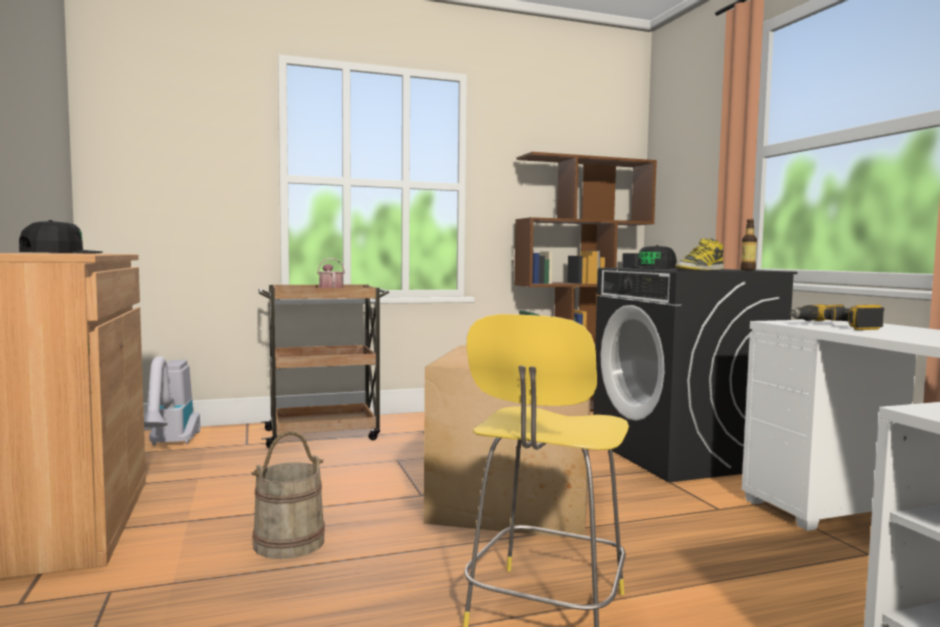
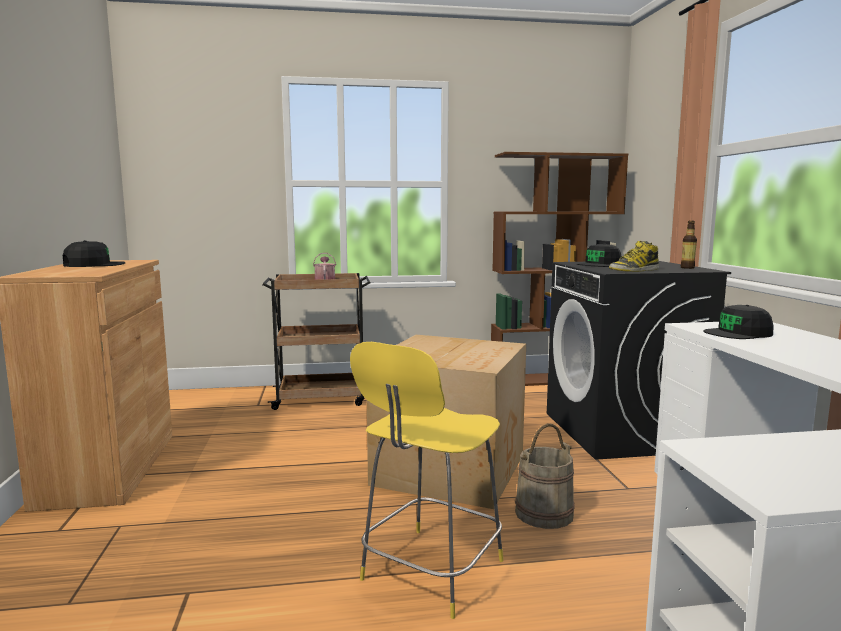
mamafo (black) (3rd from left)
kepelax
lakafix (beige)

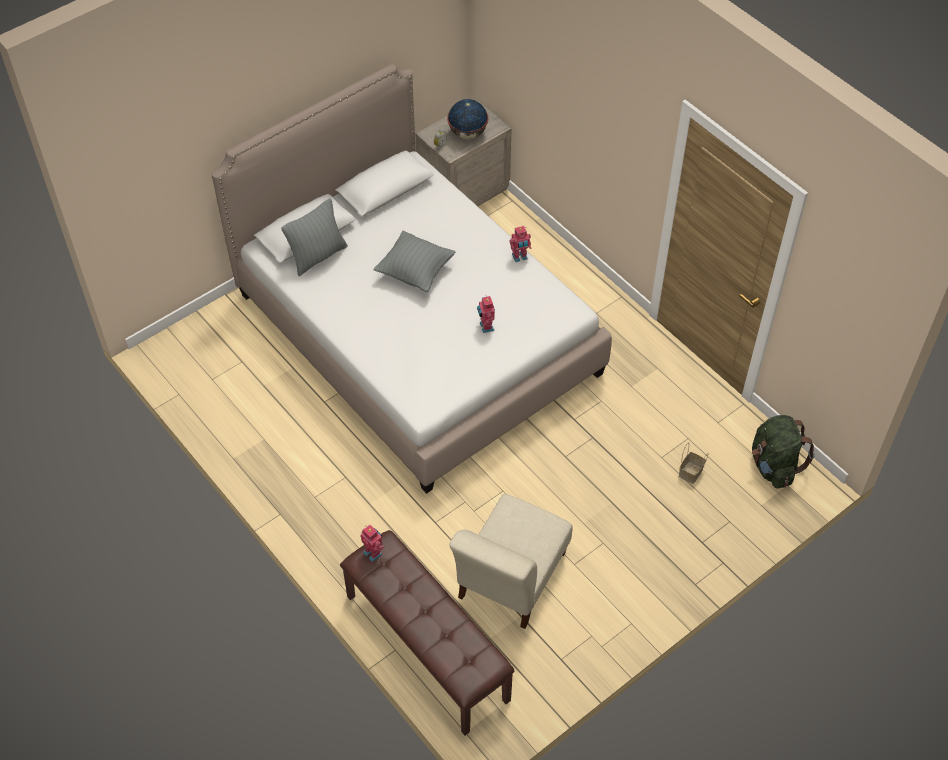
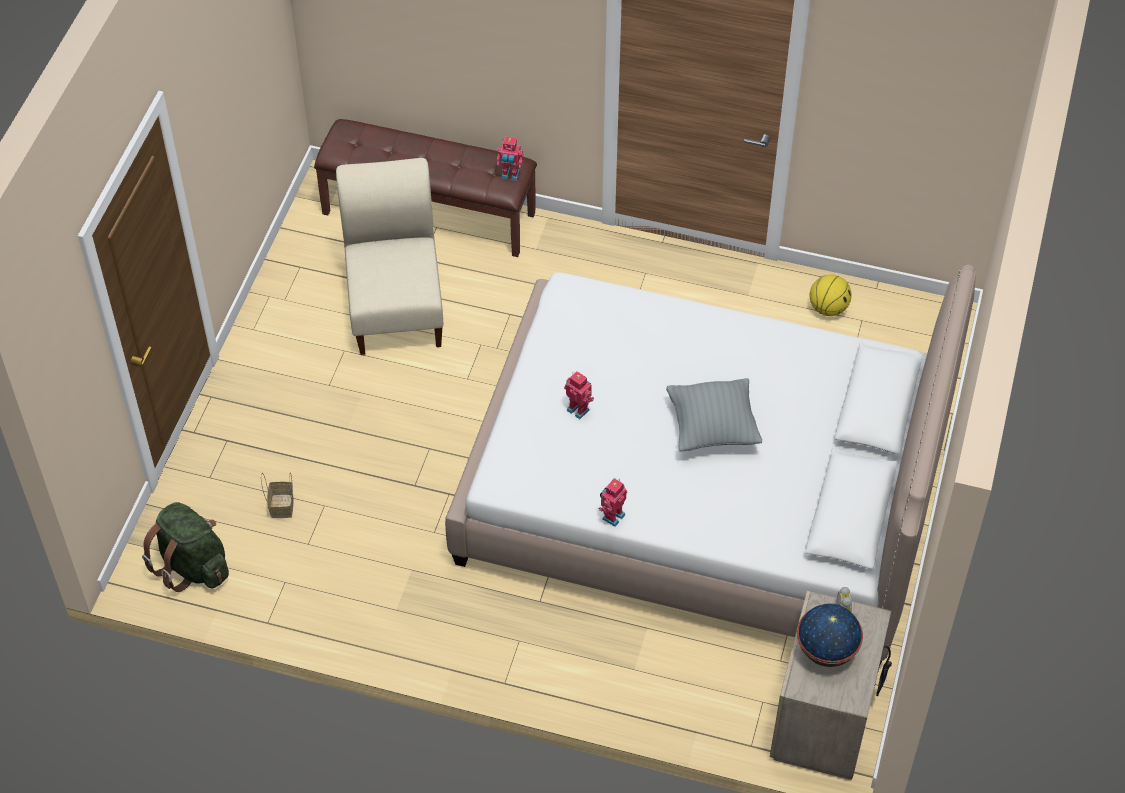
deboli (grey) (1st from left in the first image)
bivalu

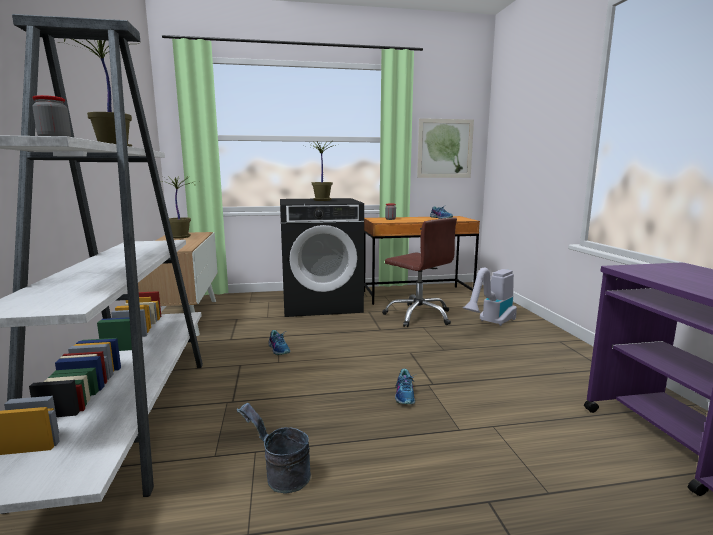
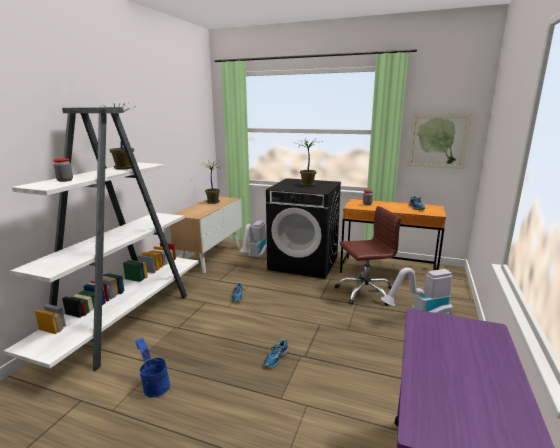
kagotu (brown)
lakafix (blue)
kepelax (1st from left)

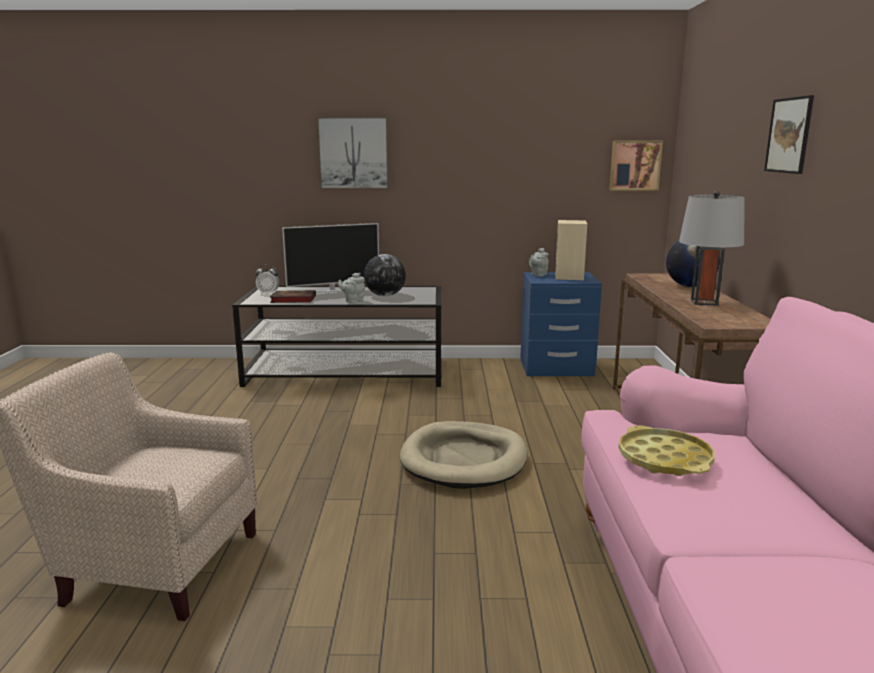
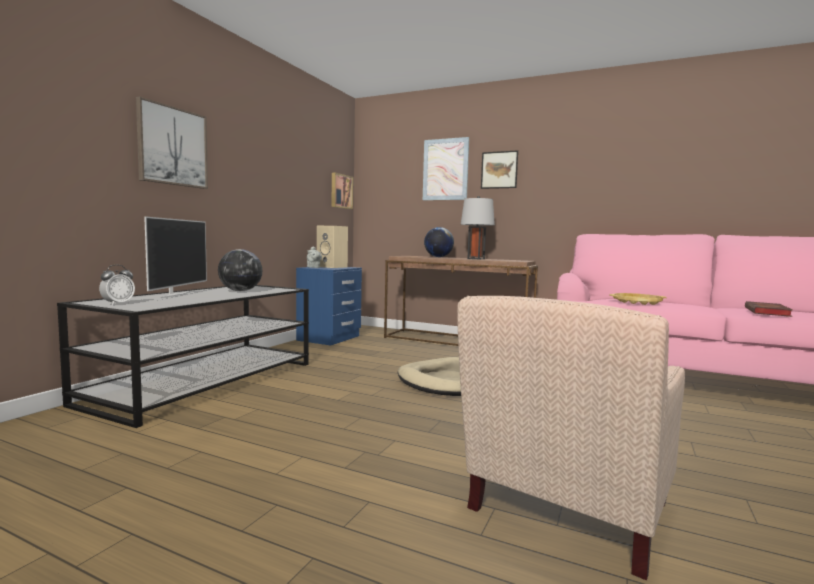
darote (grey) (1st from left in the first image)
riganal
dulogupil (3rd from left)

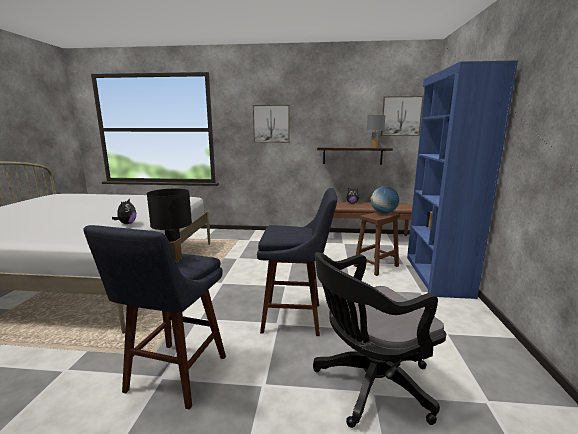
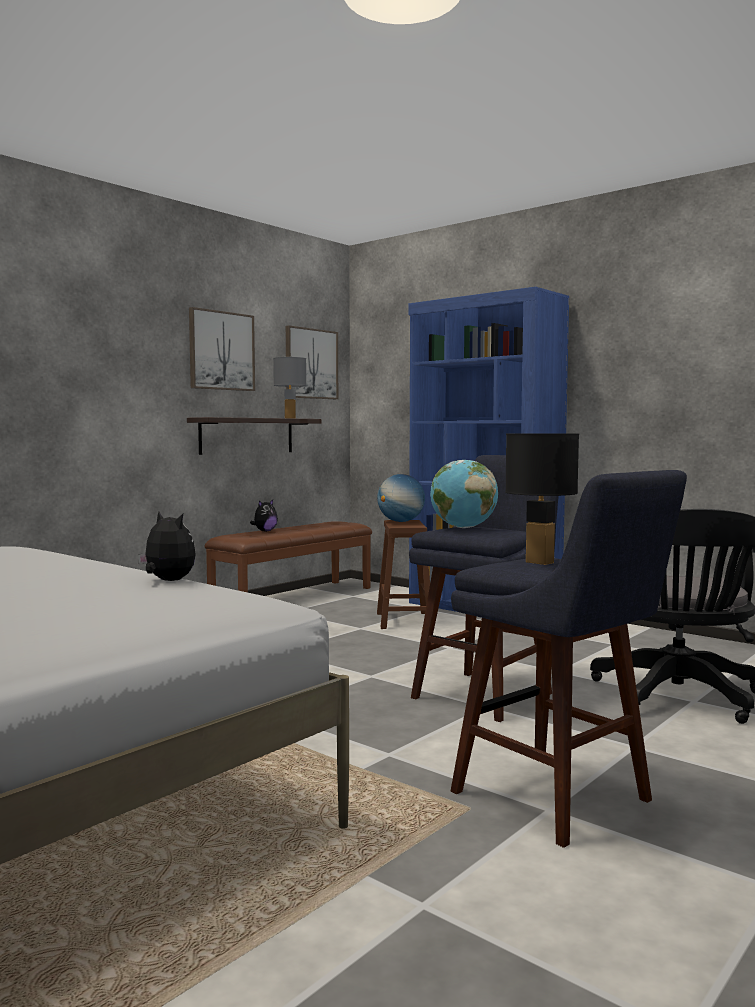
dulogupil (1st from left)
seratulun (2nd from left)

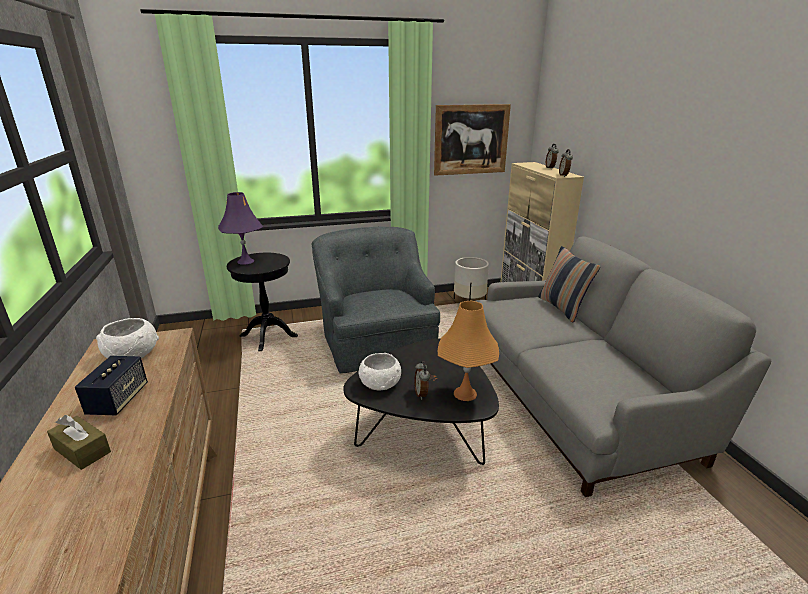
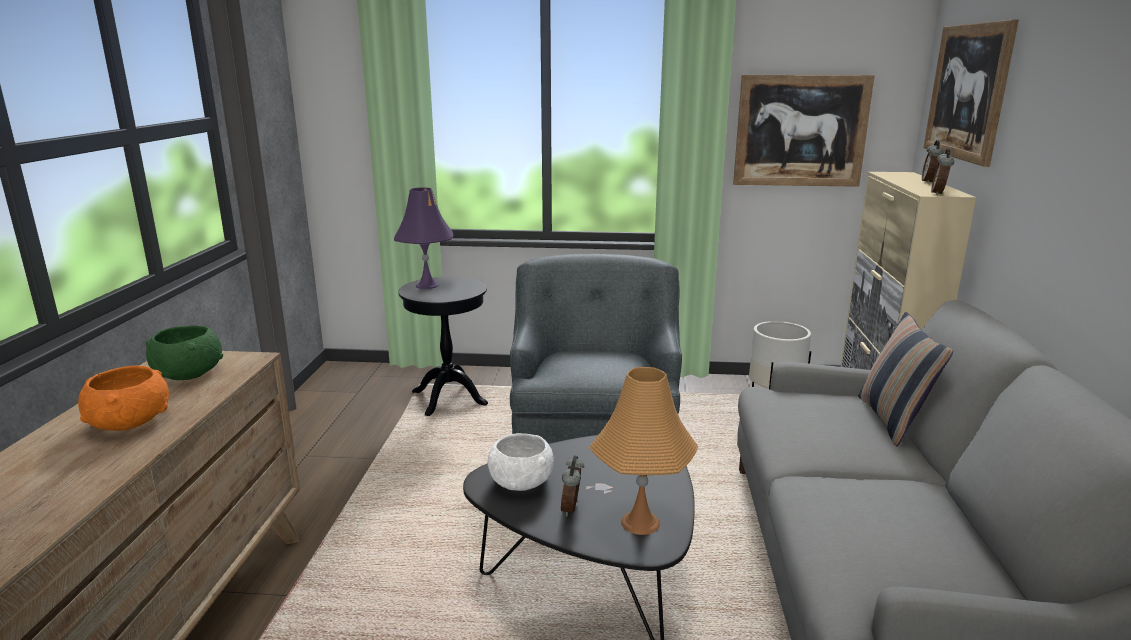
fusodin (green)
fusodin (orange)
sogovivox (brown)
dulogupil (2nd from left)

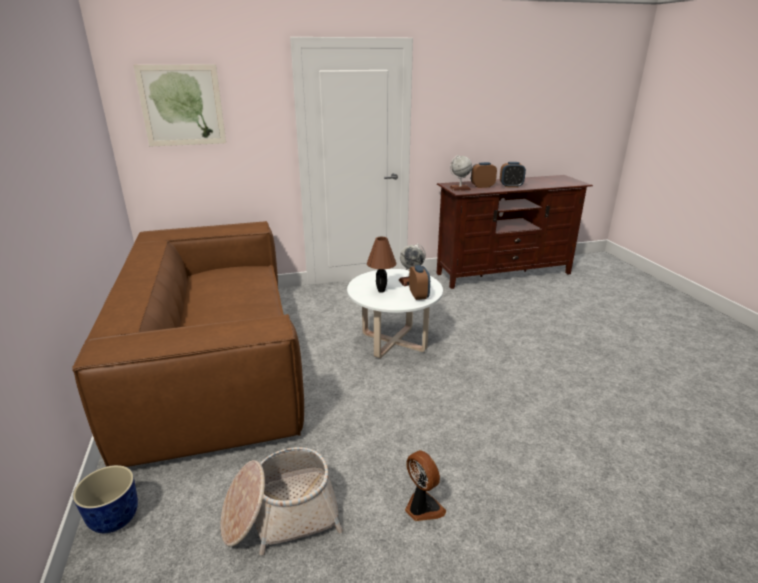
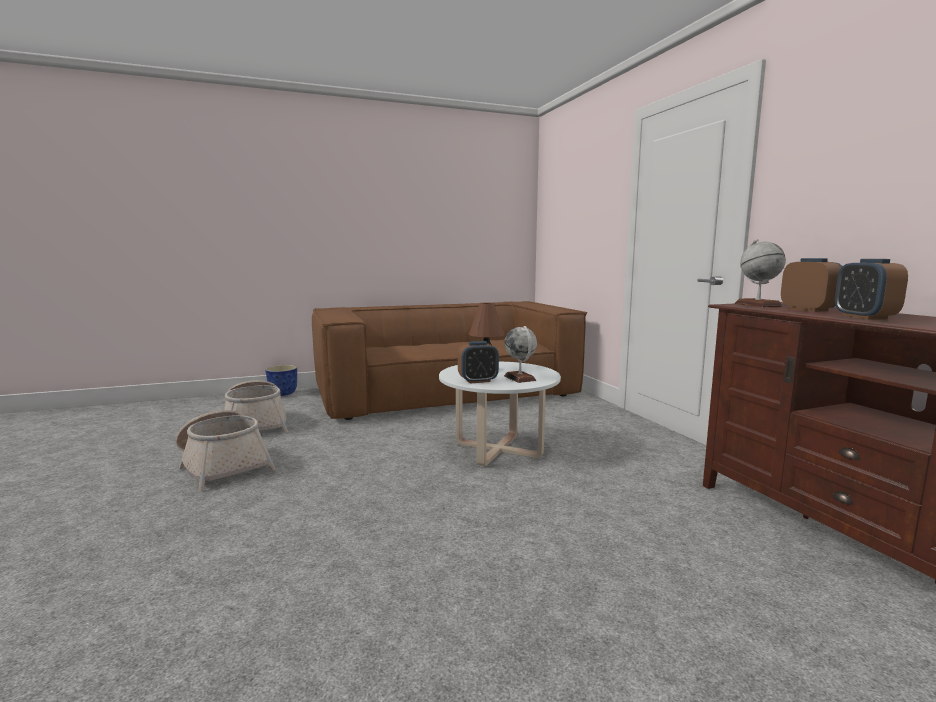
dulogupil
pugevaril (1st from left)

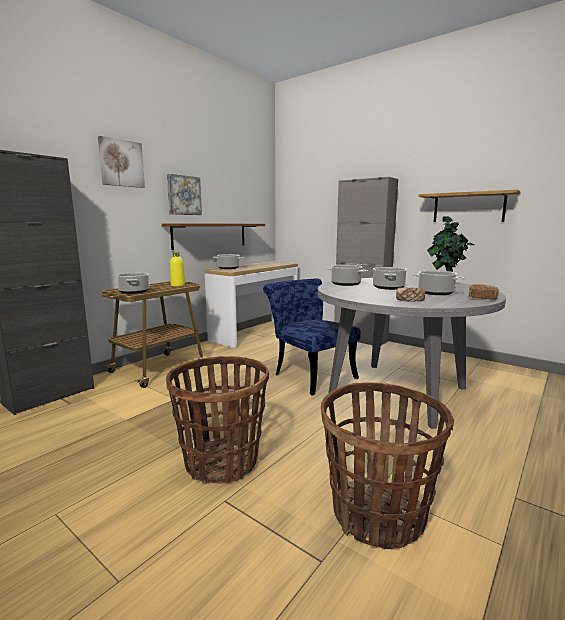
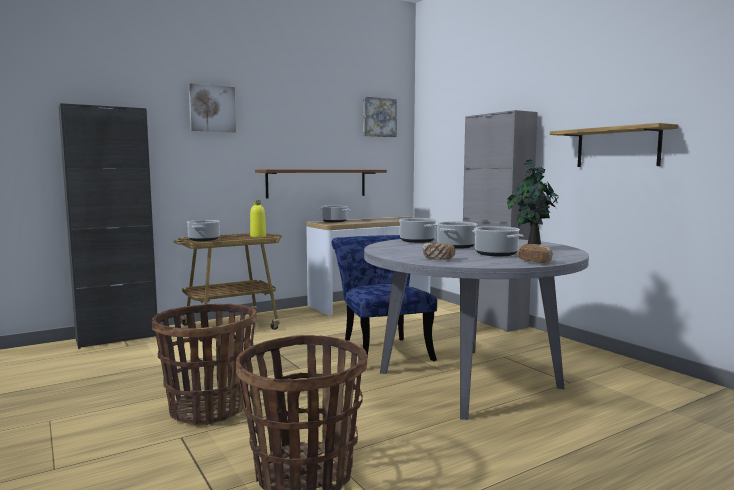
dulogupil (2nd from left)

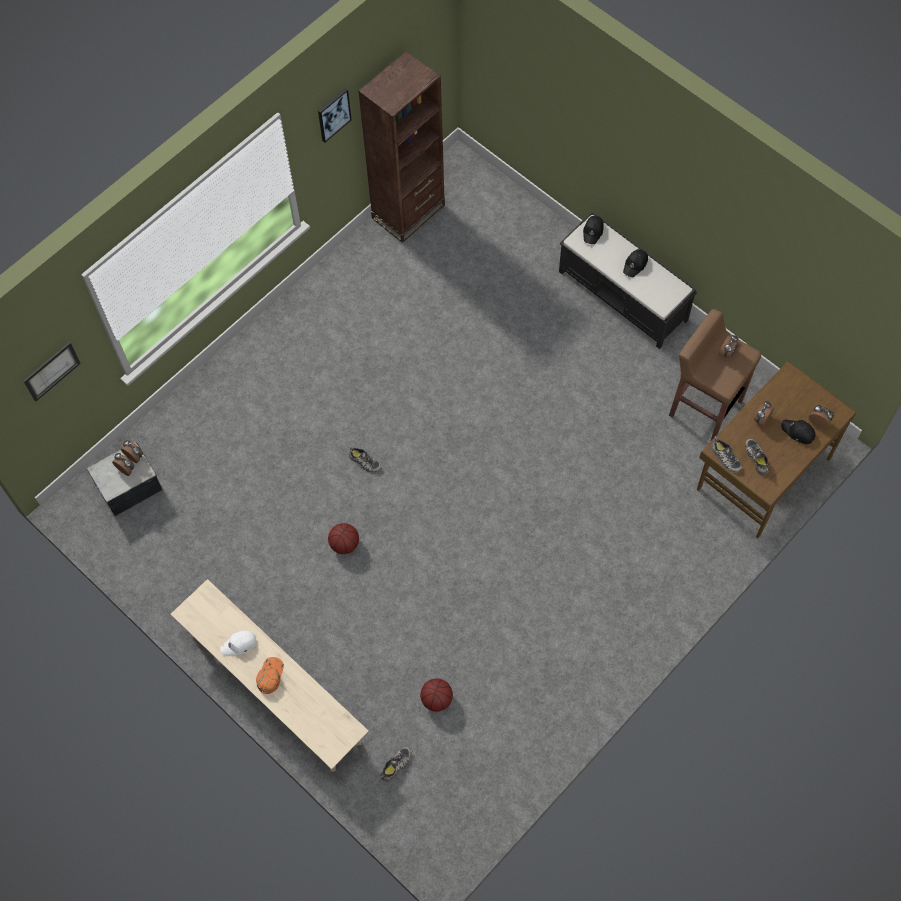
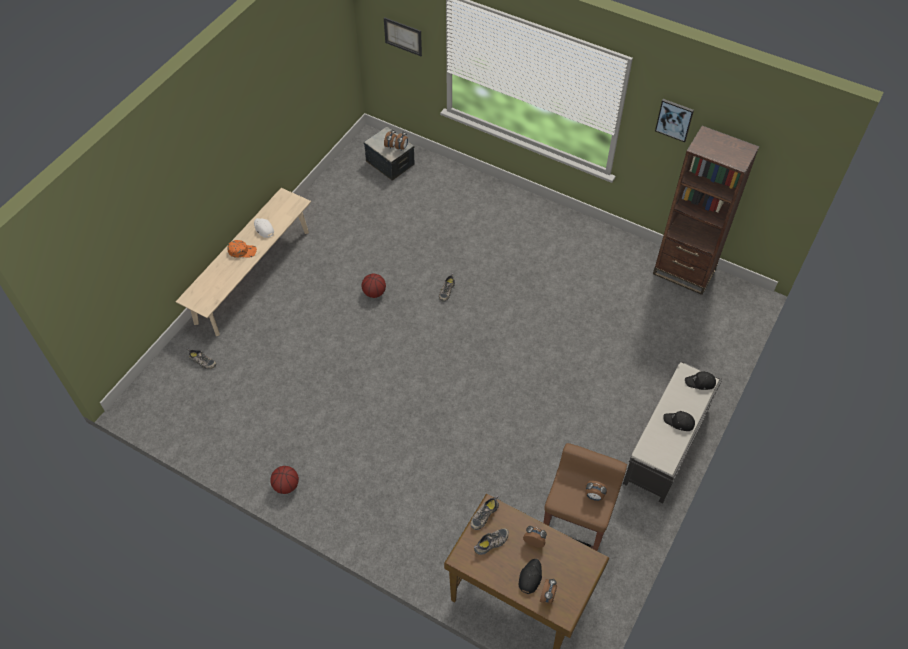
bivalu (1st from left)

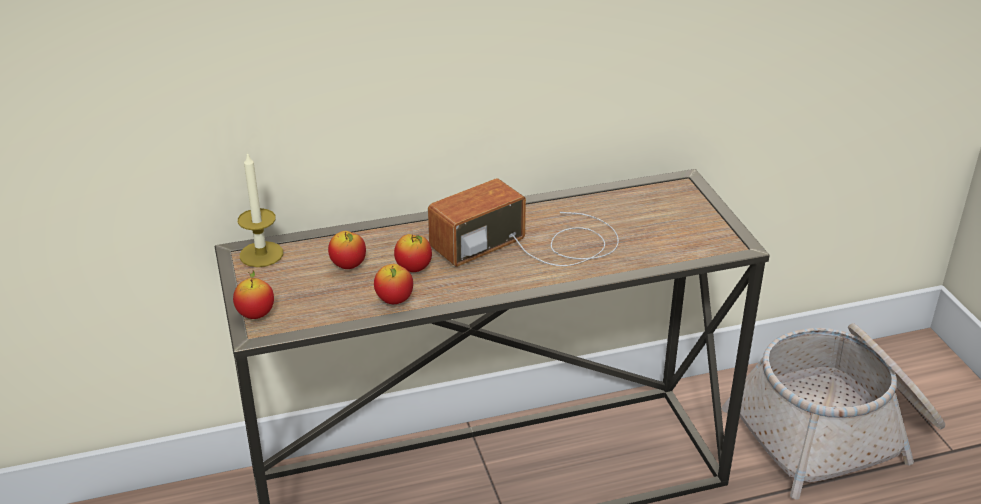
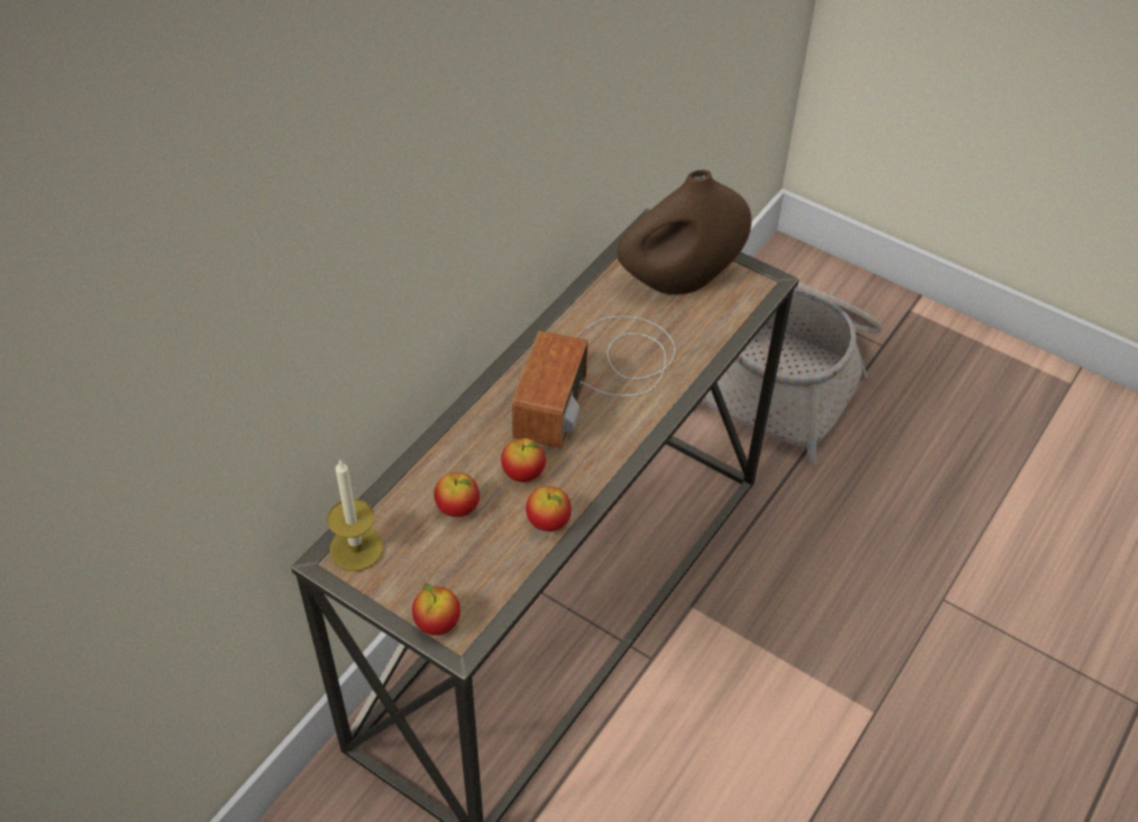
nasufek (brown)

